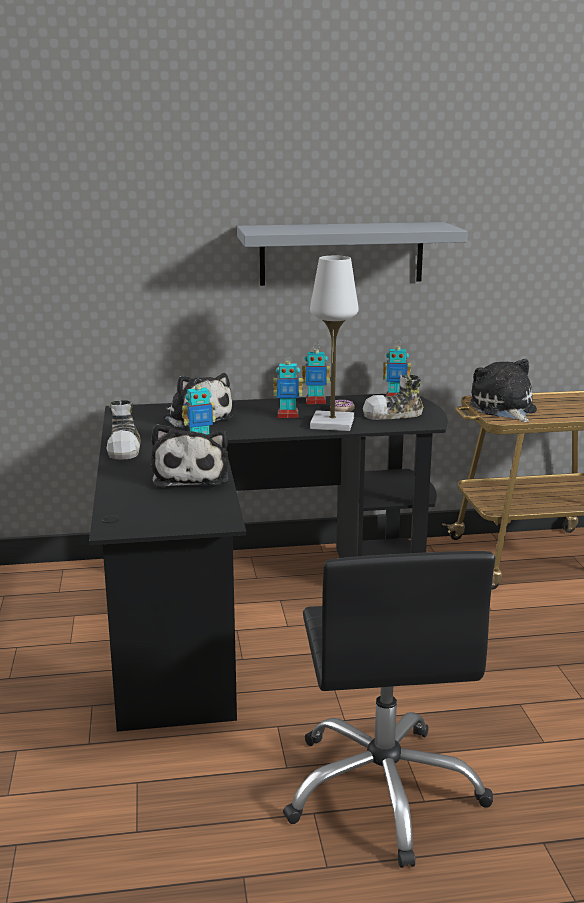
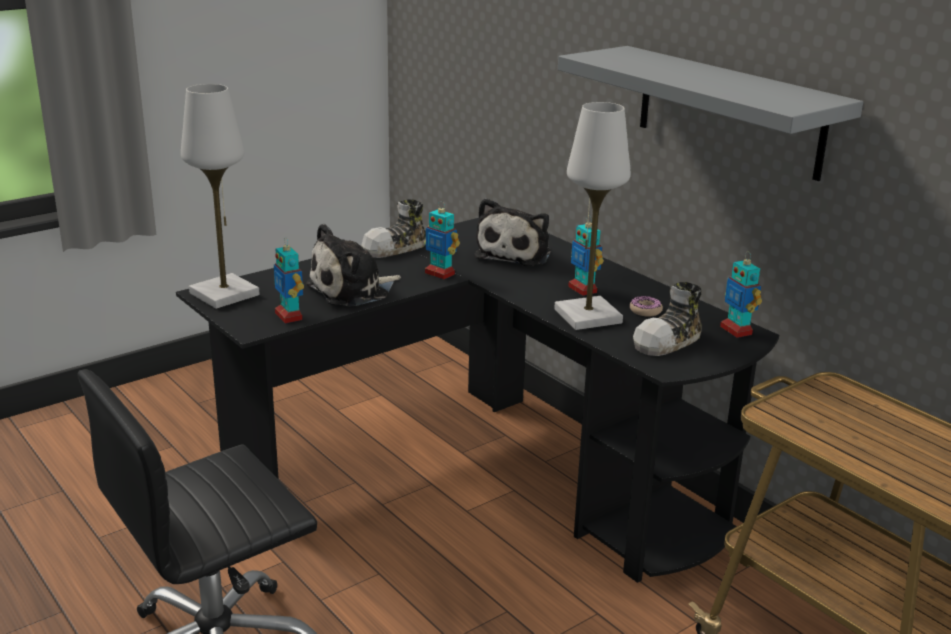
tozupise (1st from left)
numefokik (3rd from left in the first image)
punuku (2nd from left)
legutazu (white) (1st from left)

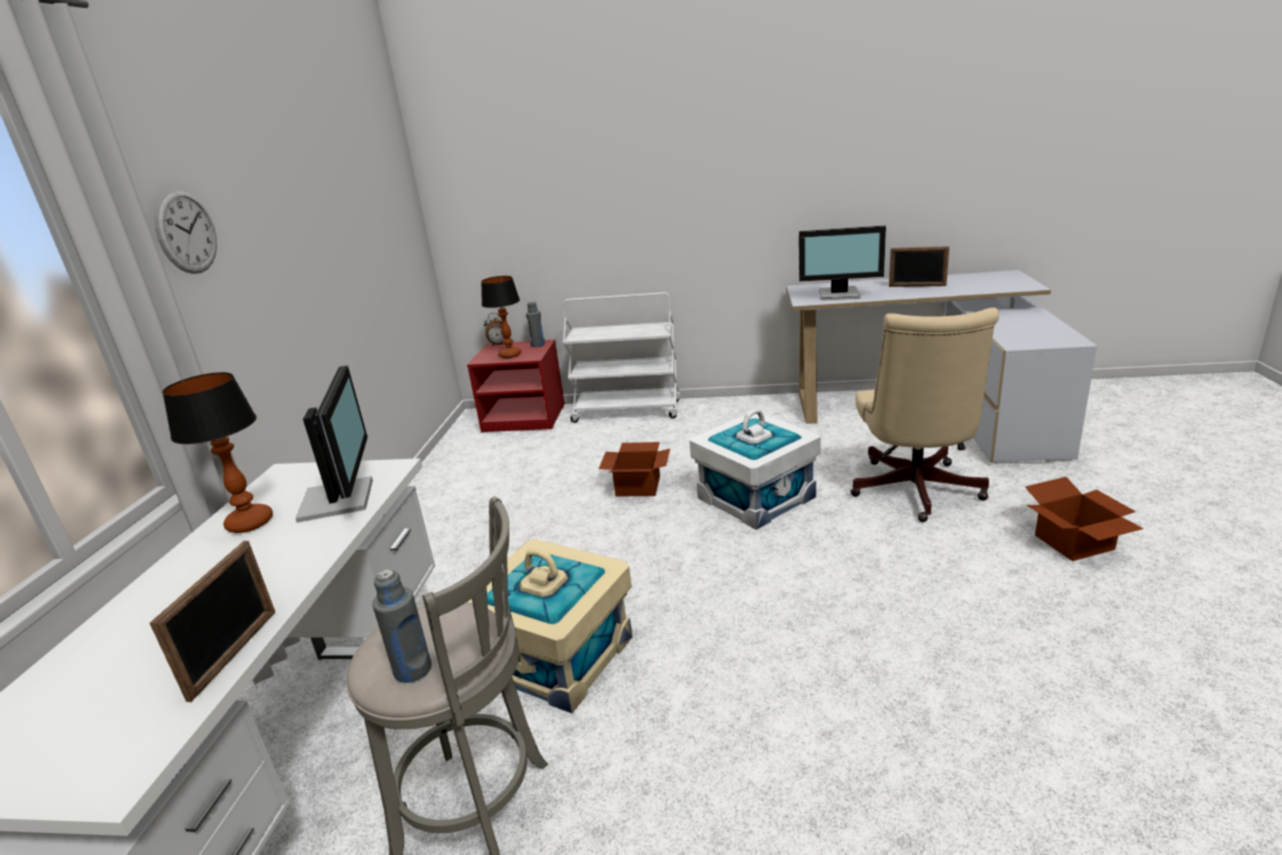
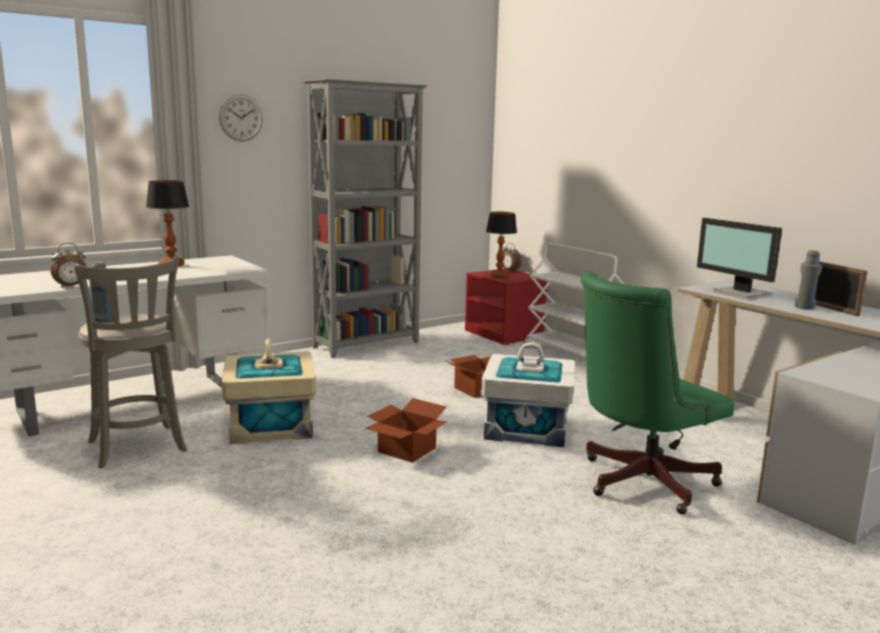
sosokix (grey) (2nd from left)
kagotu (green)
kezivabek (1st from left in the first image)
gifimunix (1st from left)
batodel (1st from left)
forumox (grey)

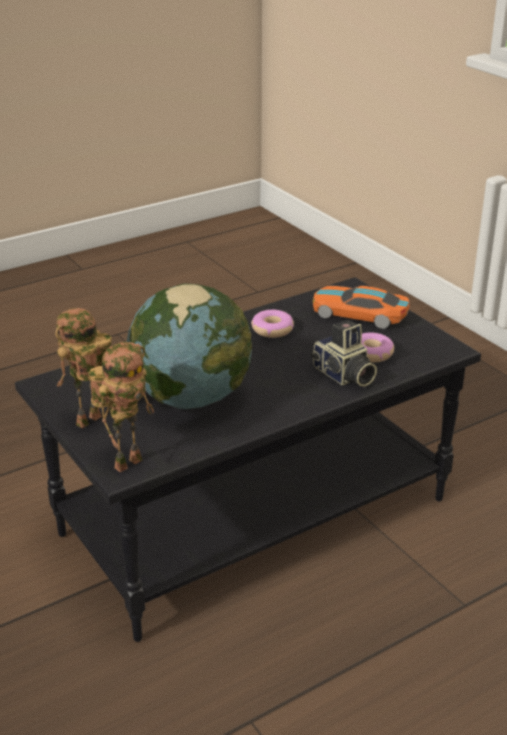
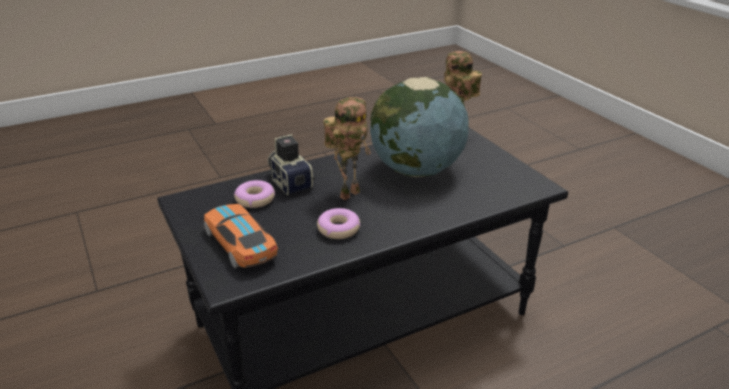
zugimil
tozupise (1st from left)

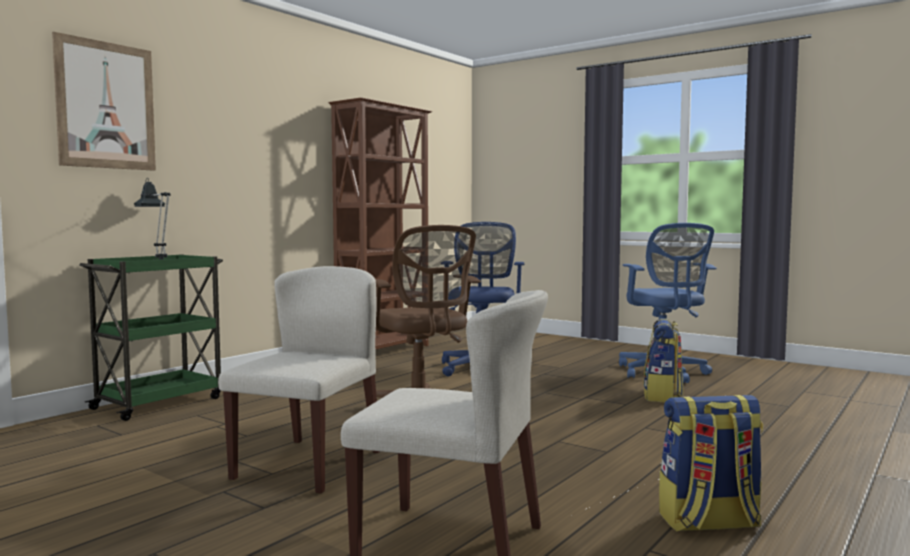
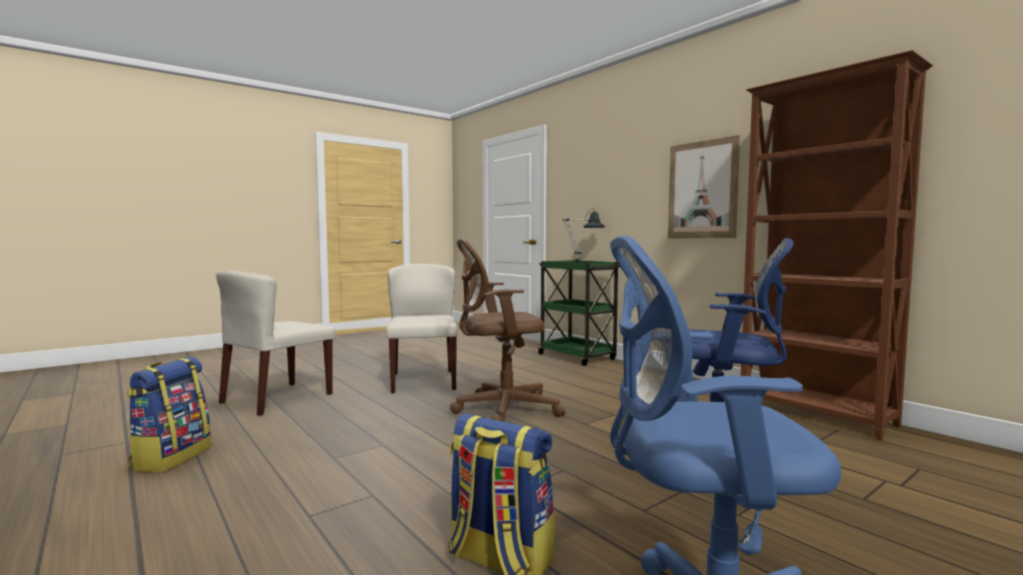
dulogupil
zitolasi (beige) (2nd from left)

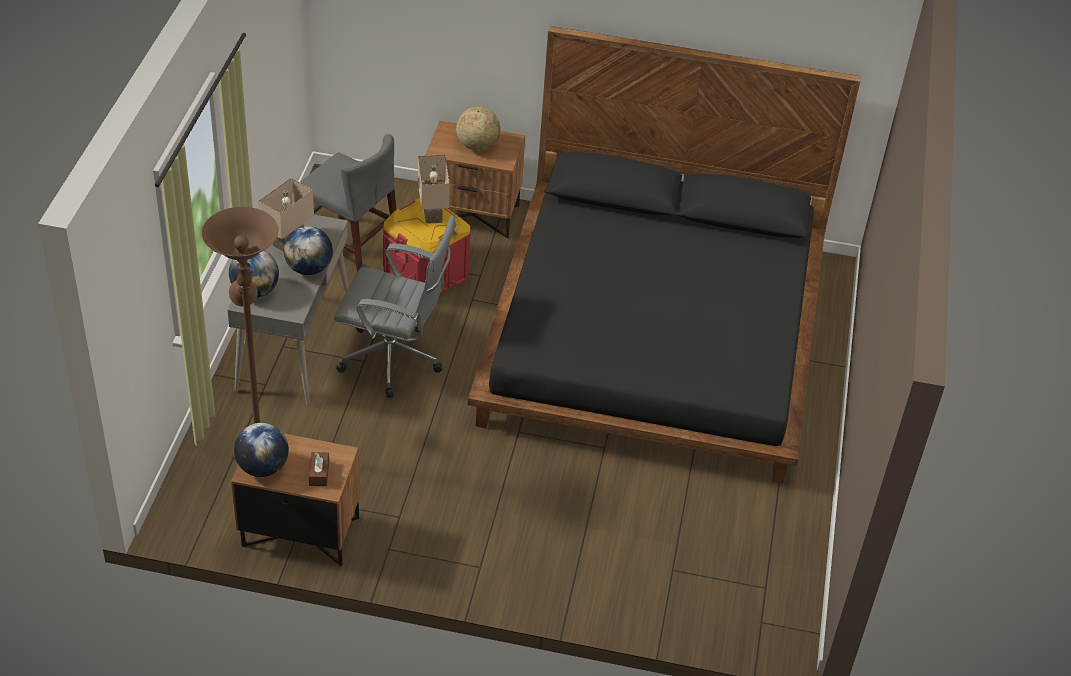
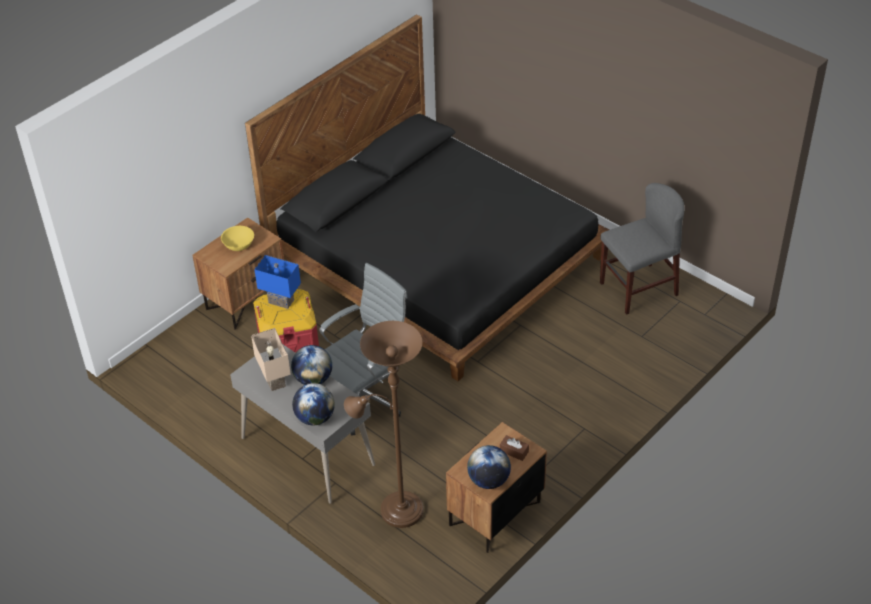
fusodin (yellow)
zitolasi (grey)
legutazu (blue)

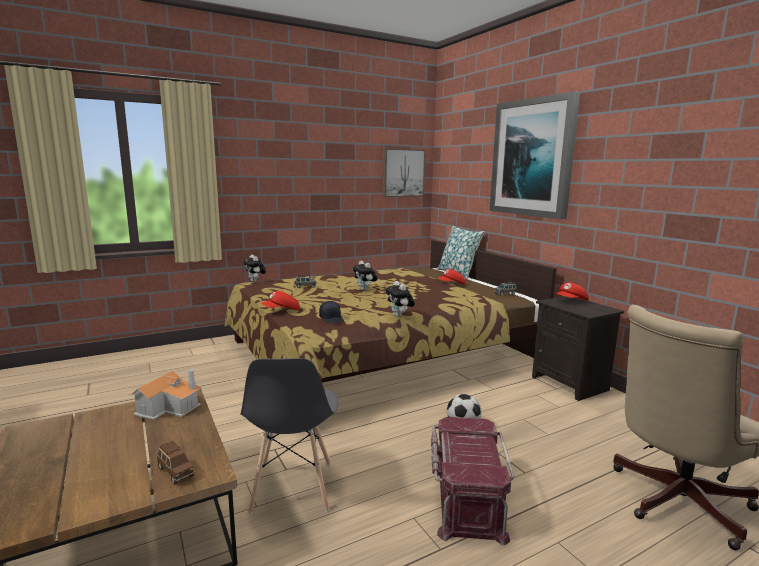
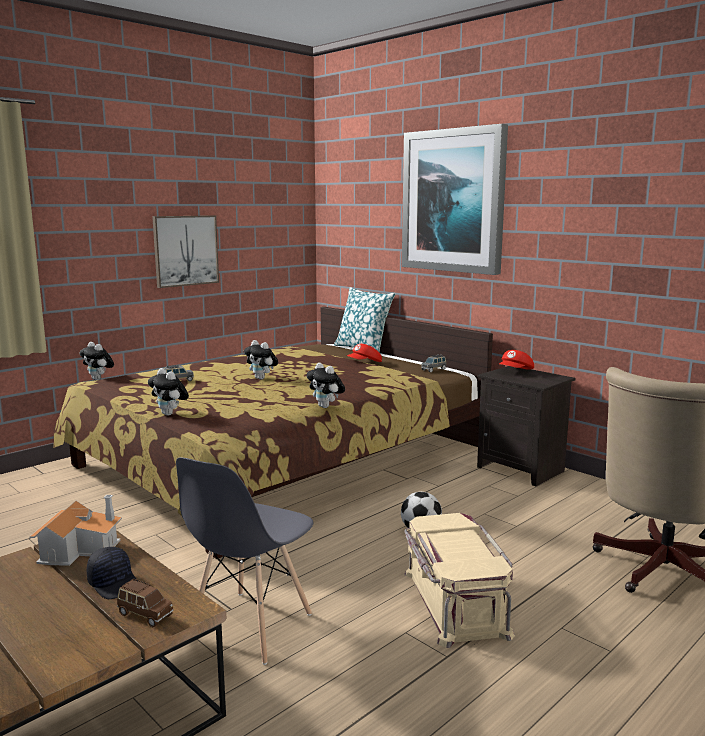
dulogupil (1st from left)
numefokik (2nd from left)
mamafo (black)
zitolasi (grey)
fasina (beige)

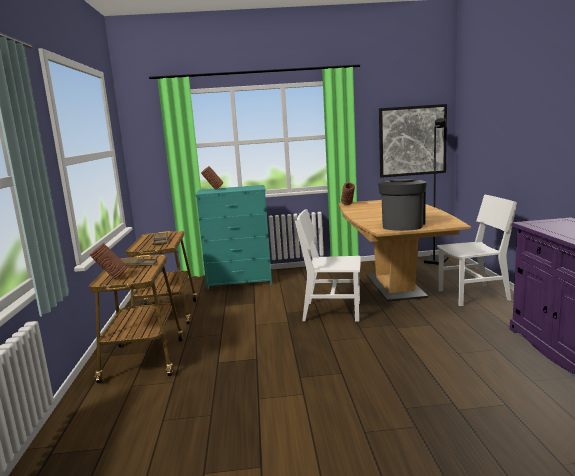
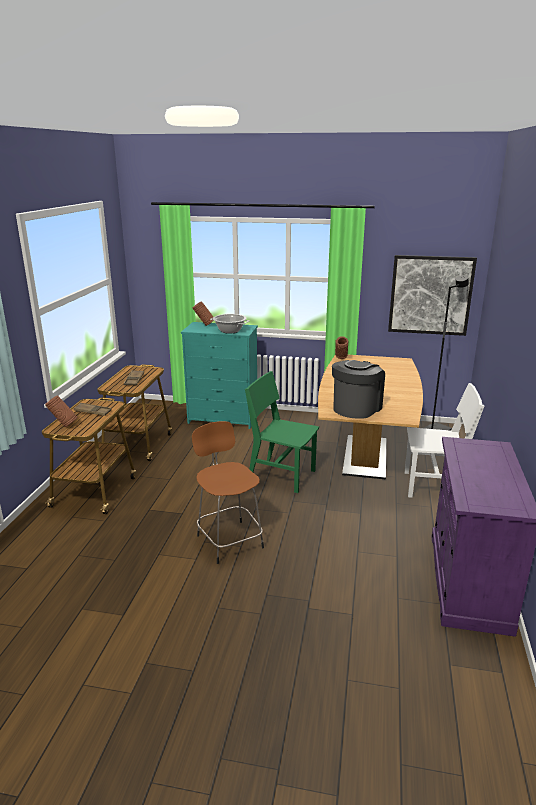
zitolasi (green)
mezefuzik
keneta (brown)

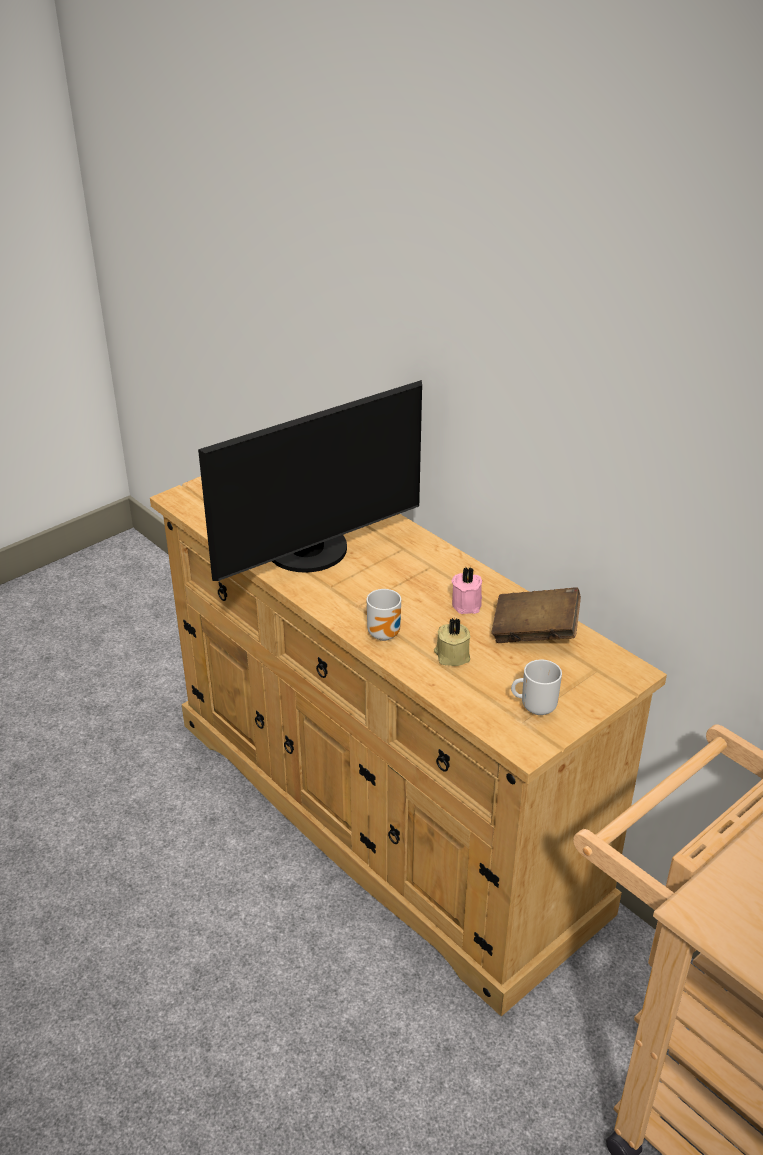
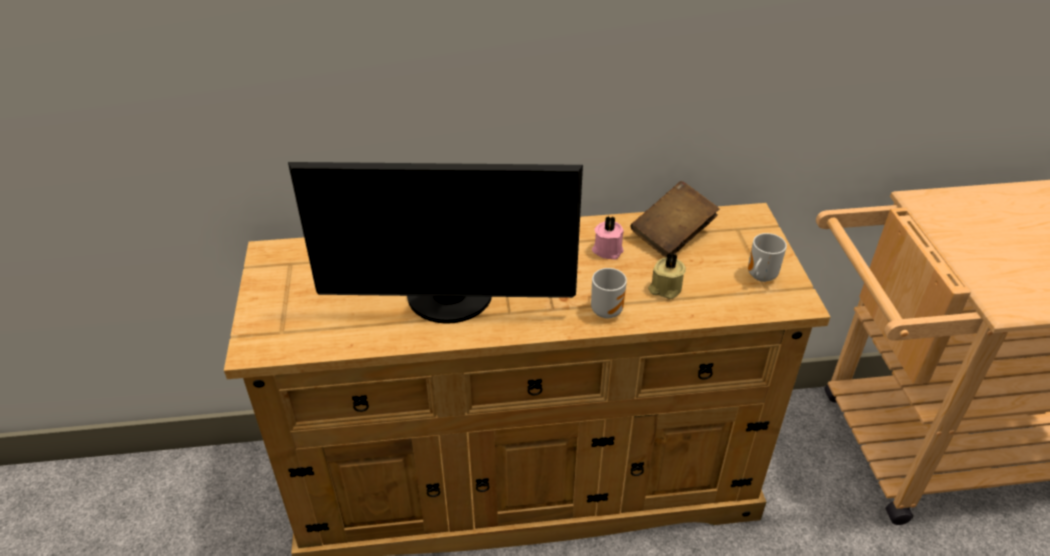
kezivabek

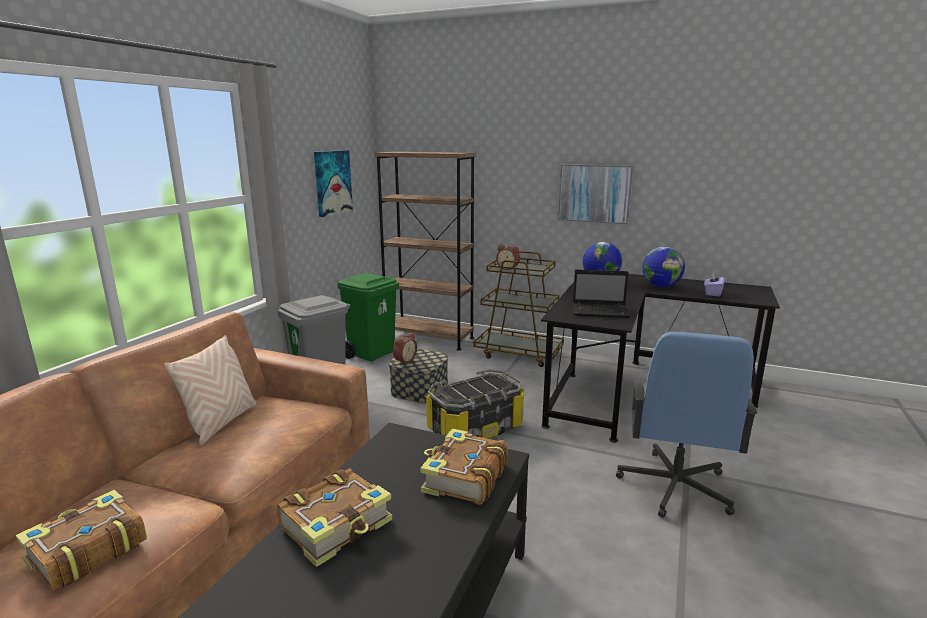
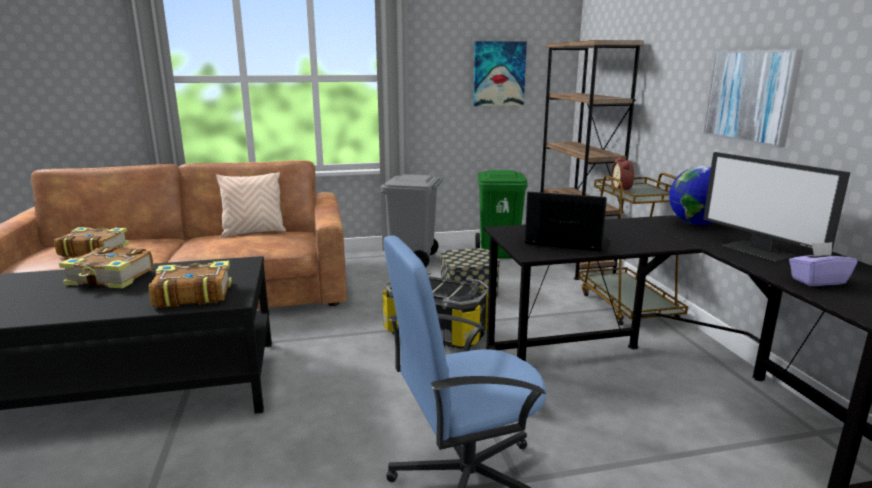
kezivabek
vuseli
batodel (1st from left in the first image)

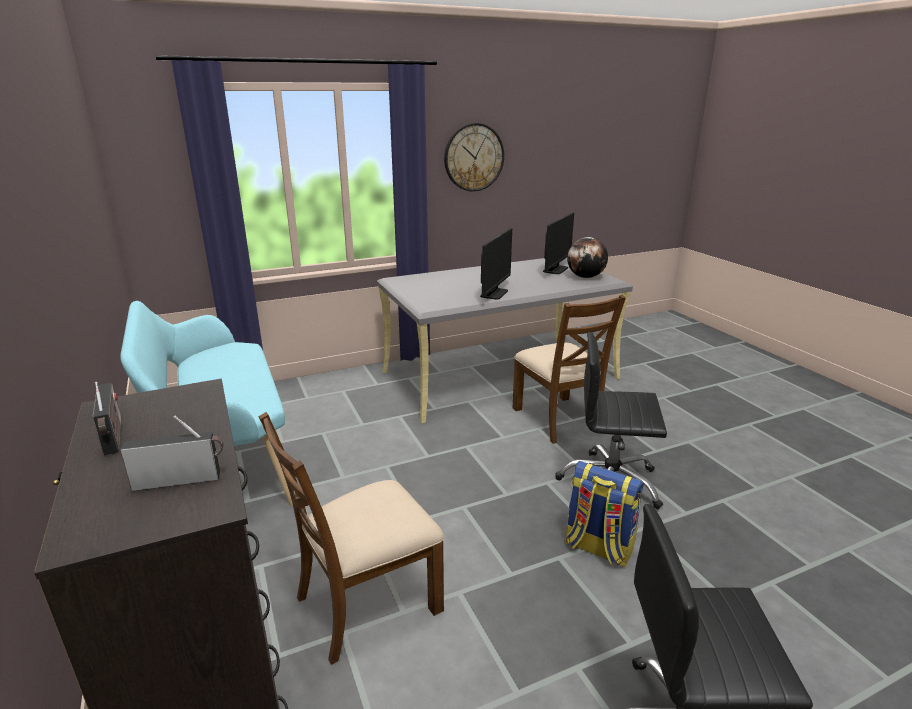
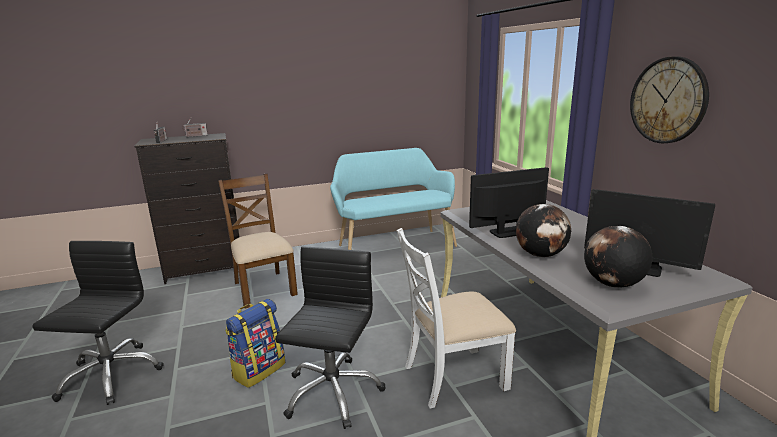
kezivabek (1st from left)
zitolasi (white)
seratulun (1st from left)

